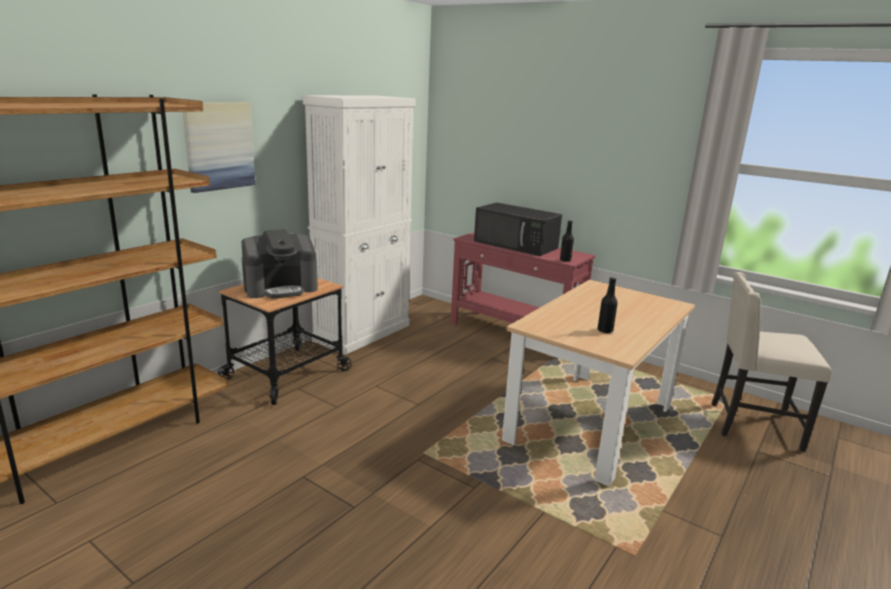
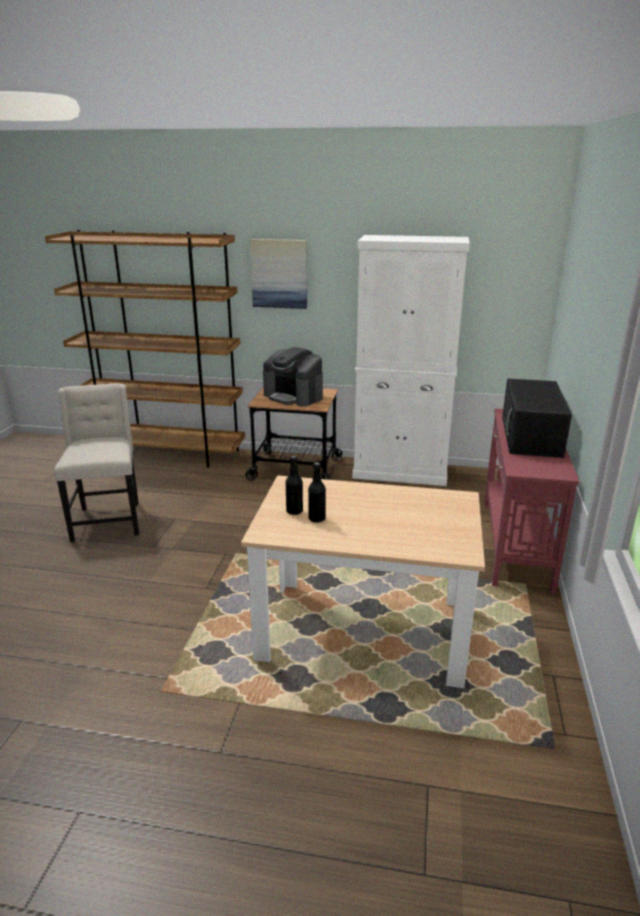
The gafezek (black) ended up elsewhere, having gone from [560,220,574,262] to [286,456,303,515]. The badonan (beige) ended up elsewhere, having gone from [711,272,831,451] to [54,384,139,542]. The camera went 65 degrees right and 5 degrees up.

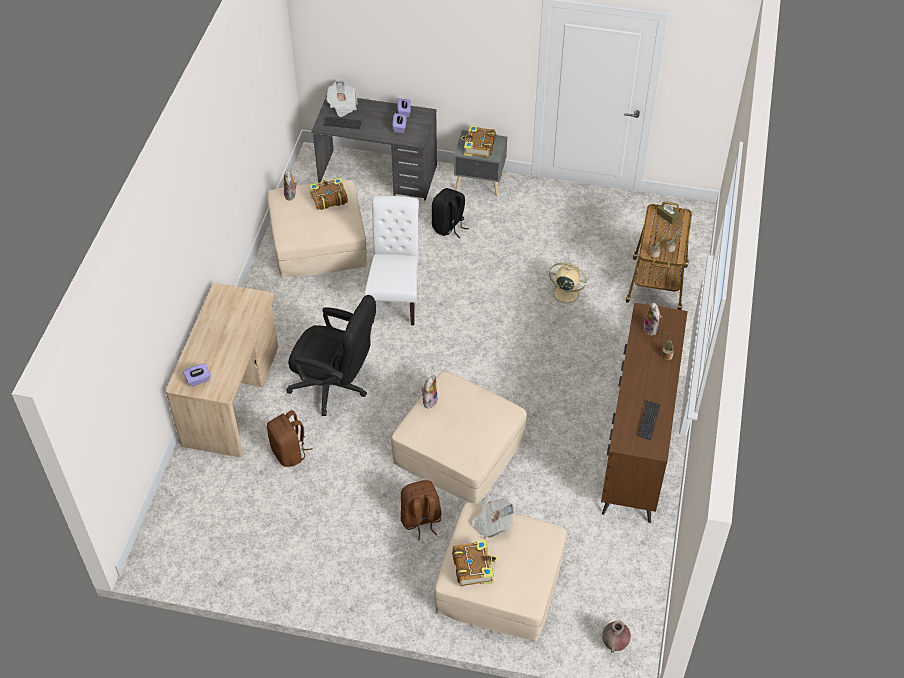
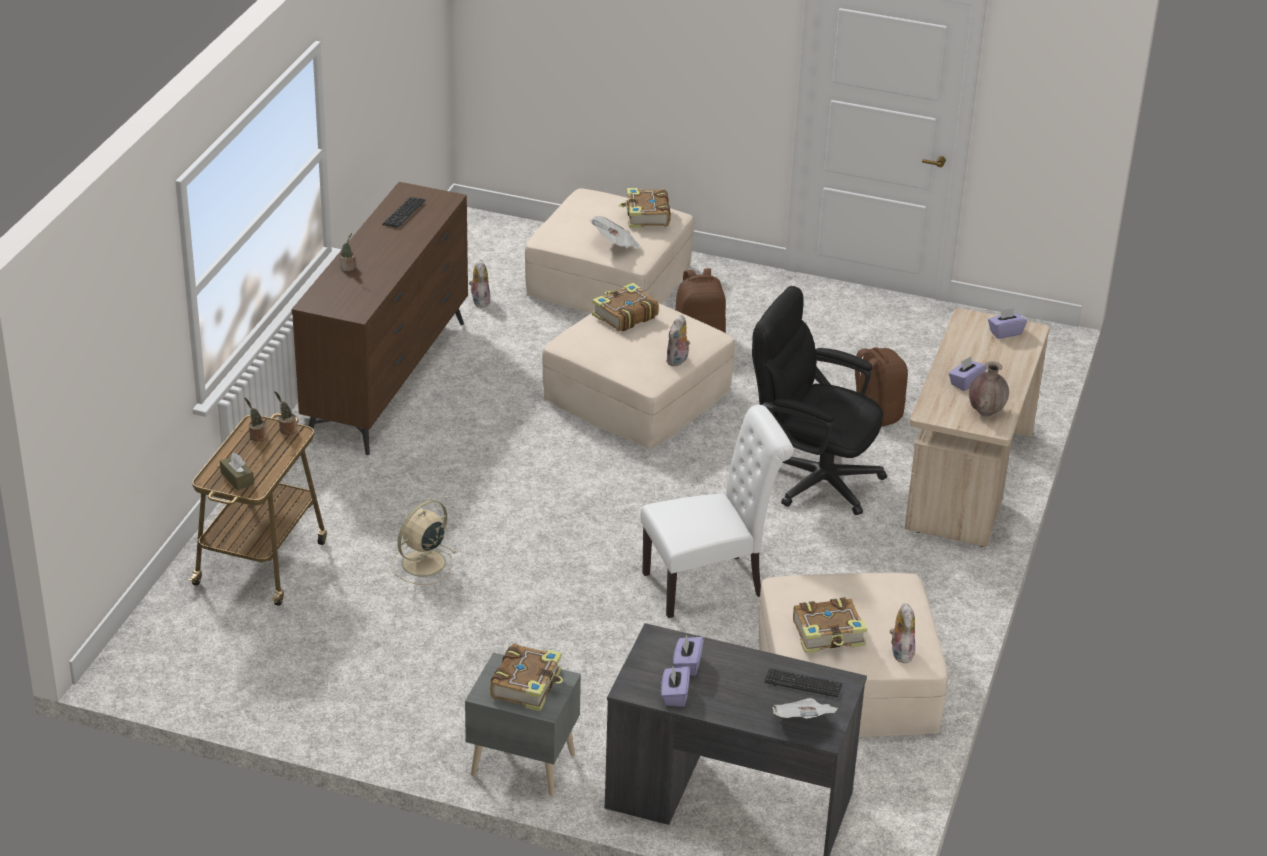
The second view lost the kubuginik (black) at [432,188,469,238]. The badonan (white) at [365,196,419,325] ended up facing another way, 120 degrees counterclockwise from before. The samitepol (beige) at [546,263,587,307] ended up facing another way, 105 degrees clockwise from before. The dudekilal ended up elsewhere, having gone from [643,302,662,336] to [469,259,491,308]. The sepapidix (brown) ended up elsewhere, having gone from [602,620,631,653] to [969,361,1009,417]. The second view gained the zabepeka at [592,283,659,332]. The second view gained the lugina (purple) at [949,357,986,391]. The camera went 175 degrees left and 15 degrees down.

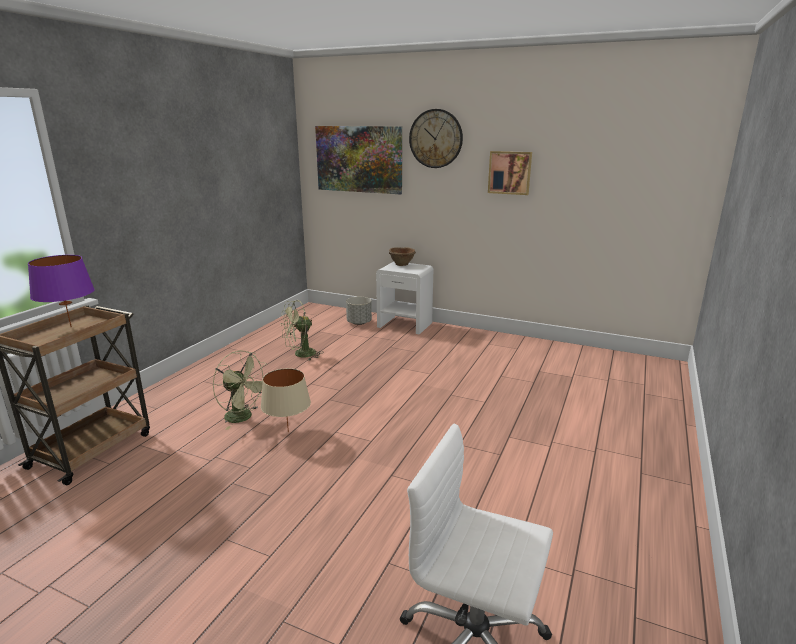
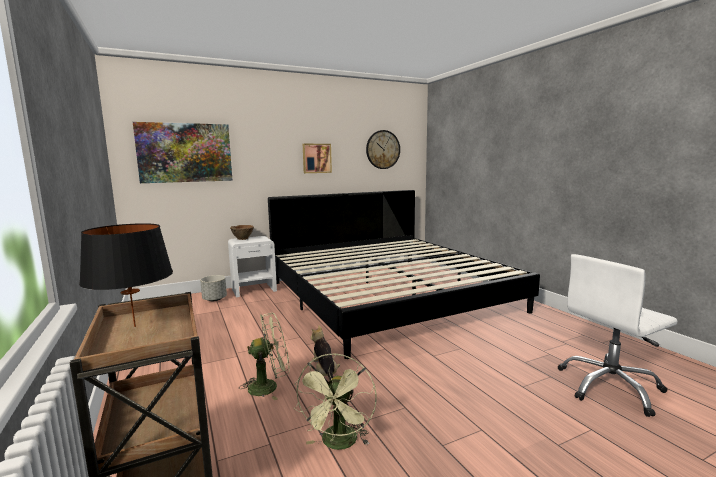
The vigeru ended up elsewhere, having gone from [409,109,463,168] to [366,130,400,169]. What was the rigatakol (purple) at [28,255,95,327] turned into the rigatakol (black) at [79,223,173,327]. The samitepol (green) ended up elsewhere, having gone from [281,300,323,361] to [294,353,377,450]. Where the rigatakol (beige) stood at [261,368,311,432], the dudekilal came to stand at [310,325,340,381]. The second view gained the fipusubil at [268,190,540,359]. The camera went 50 degrees left and 10 degrees down.

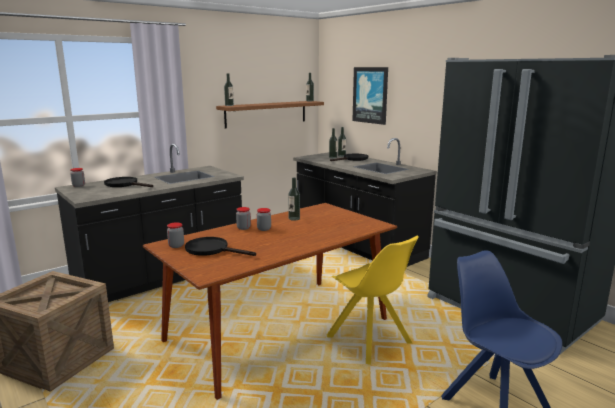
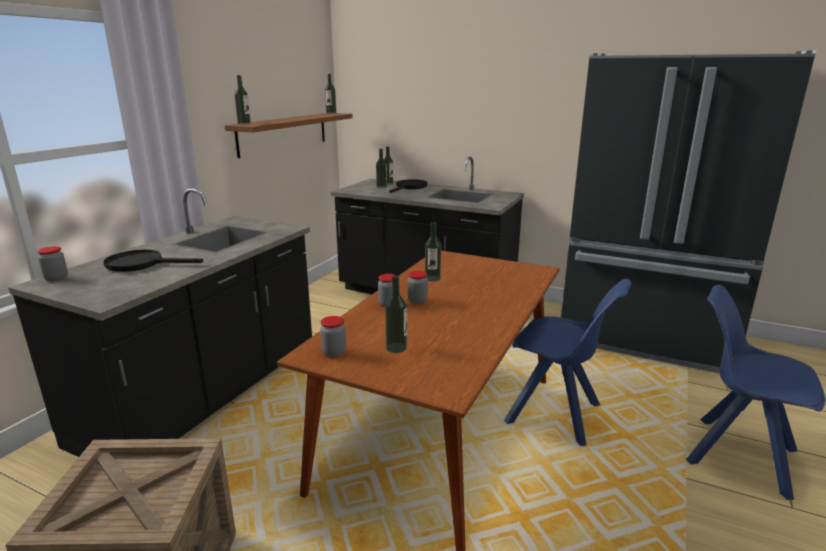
The second view lost the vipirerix at [352,67,388,125]. What was the badonan (yellow) at [327,236,419,365] turned into the badonan (blue) at [504,279,631,446]. Where the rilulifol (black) stood at [185,237,256,256], the gafezek came to stand at [385,275,407,353]. The camera went 25 degrees left and 5 degrees up.

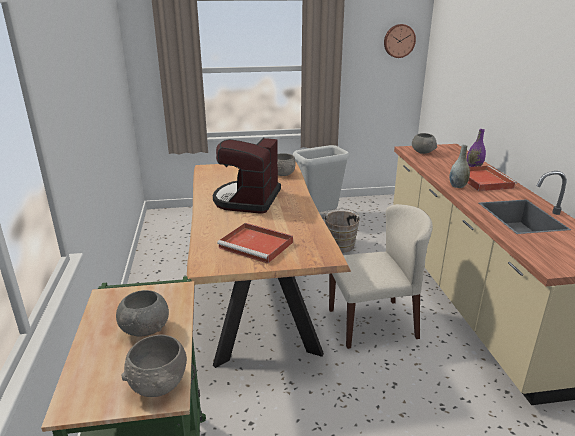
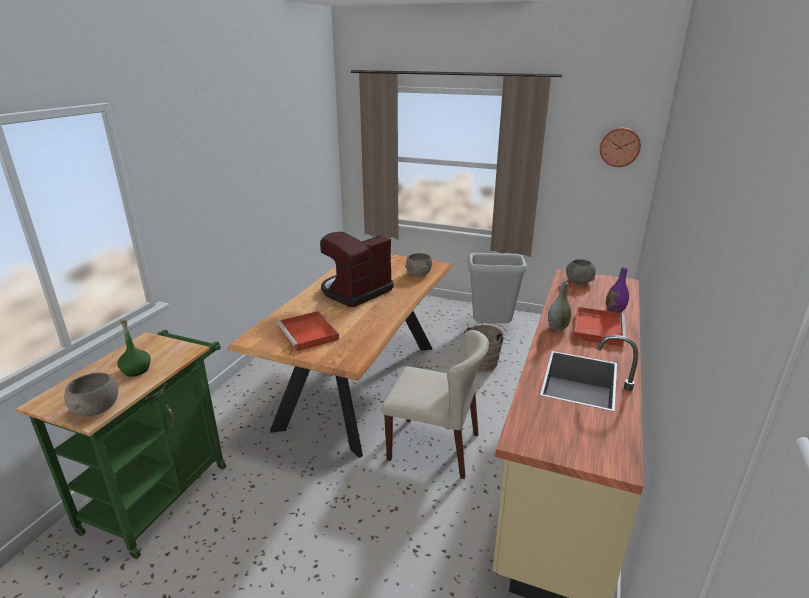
Where the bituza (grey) stood at [116,290,169,336], the gafezek (green) came to stand at [117,320,151,376]. The camera went 30 degrees right and 0 degrees up.

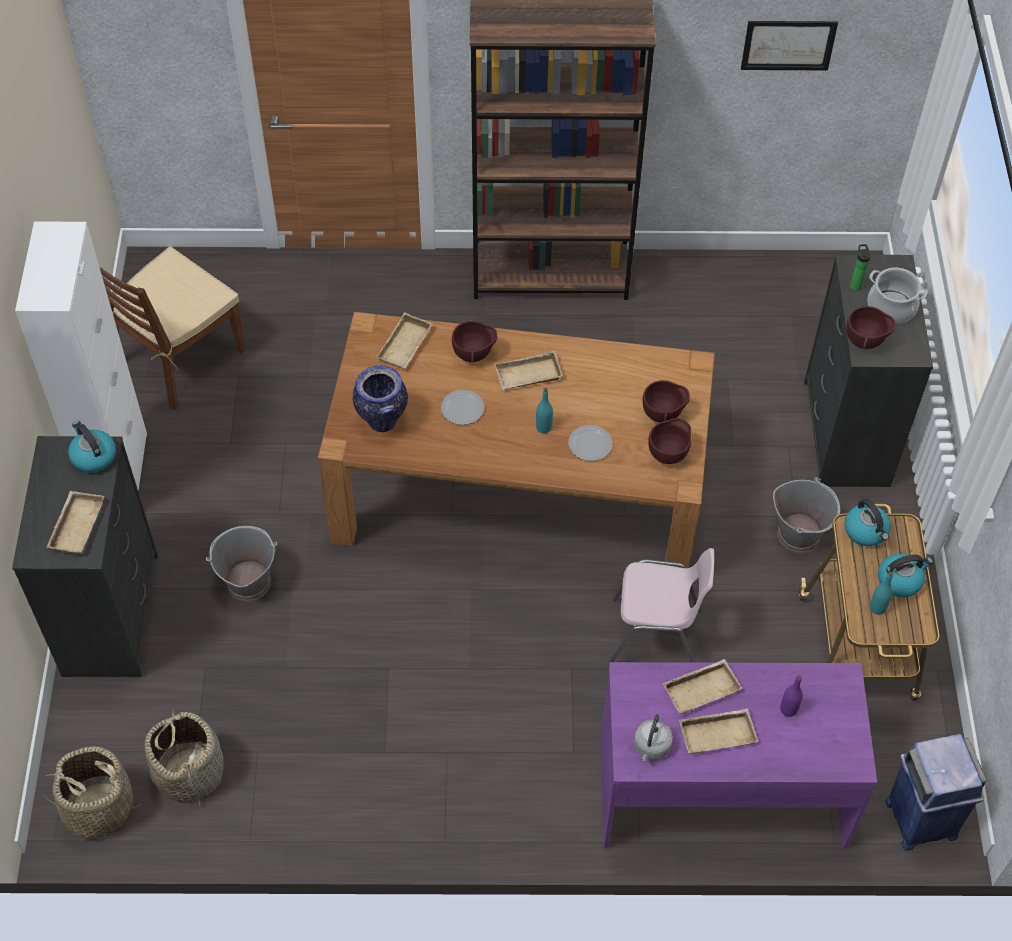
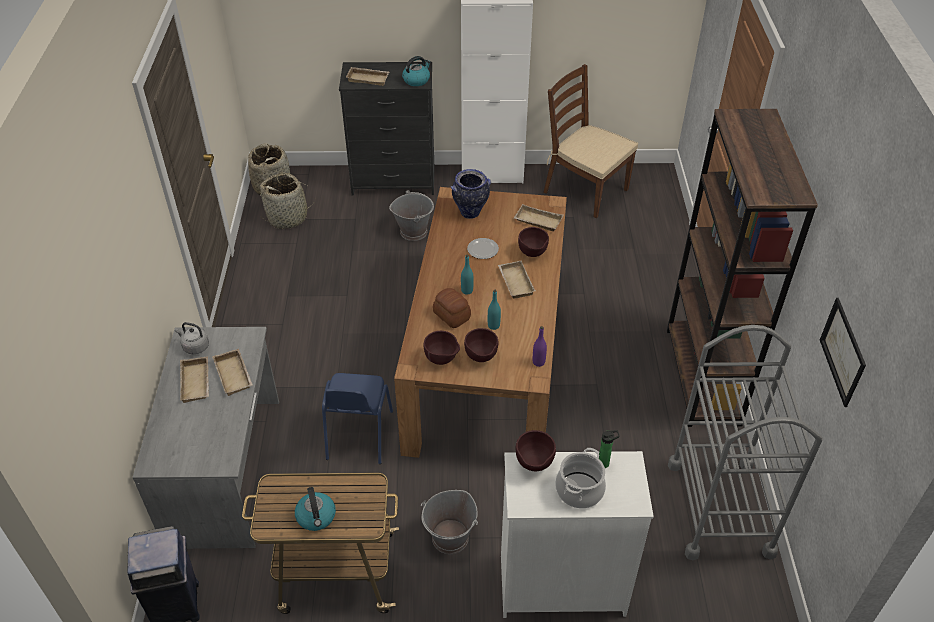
What was the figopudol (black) at [804,255,933,487] turned into the figopudol (white) at [501,451,654,618]. Where the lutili stood at [568,425,612,461], the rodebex came to stand at [433,288,471,328]. The second view lost the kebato at [844,499,891,546]. What was the badonan (pink) at [608,548,714,666] turned into the badonan (blue) at [322,373,393,464]. The gafezek (turquoise) ended up elsewhere, having gone from [870,572,893,615] to [488,290,501,330]. What was the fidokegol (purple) at [600,662,877,849] turned into the fidokegol (grey) at [133,327,279,549]. The gafezek (purple) ended up elsewhere, having gone from [780,675,803,717] to [533,326,547,367]. The second view gained the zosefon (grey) at [668,325,822,560]. The camera went 90 degrees right and 10 degrees down.

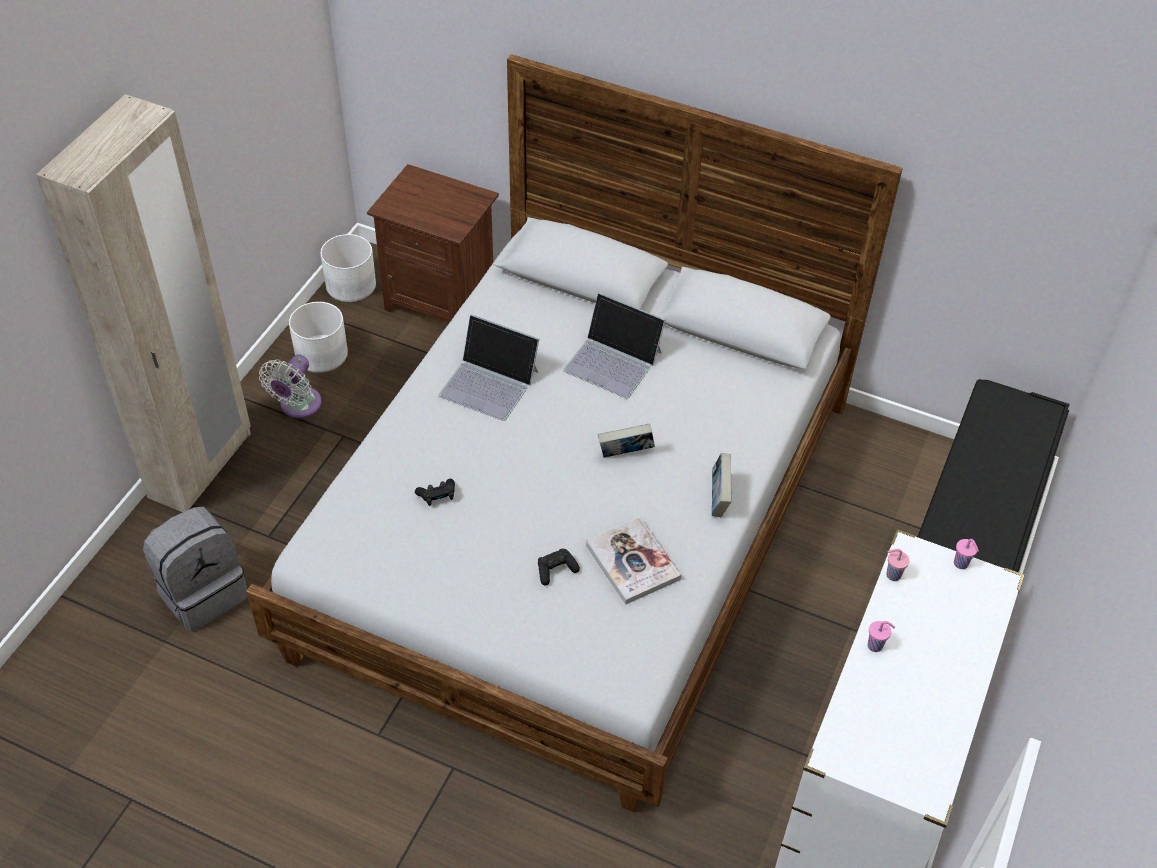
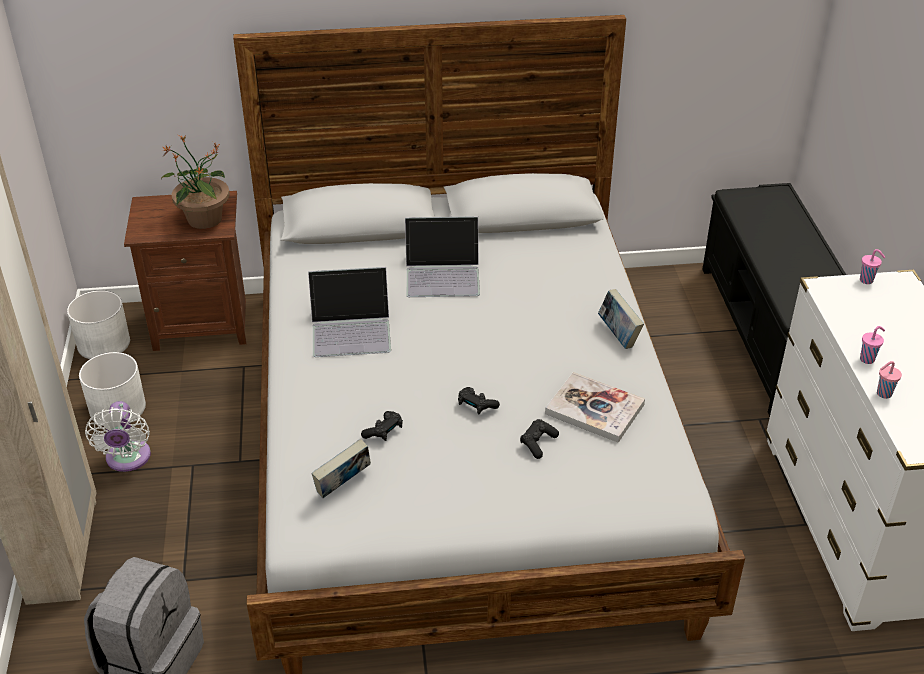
The zabepeka ended up elsewhere, having gone from [598,423,655,458] to [311,439,371,498]. The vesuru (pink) ended up elsewhere, having gone from [886,549,910,581] to [877,361,902,399]. The second view gained the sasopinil at [161,135,230,229]. The second view gained the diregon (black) at [458,387,500,415]. The camera went 30 degrees left and 10 degrees down.

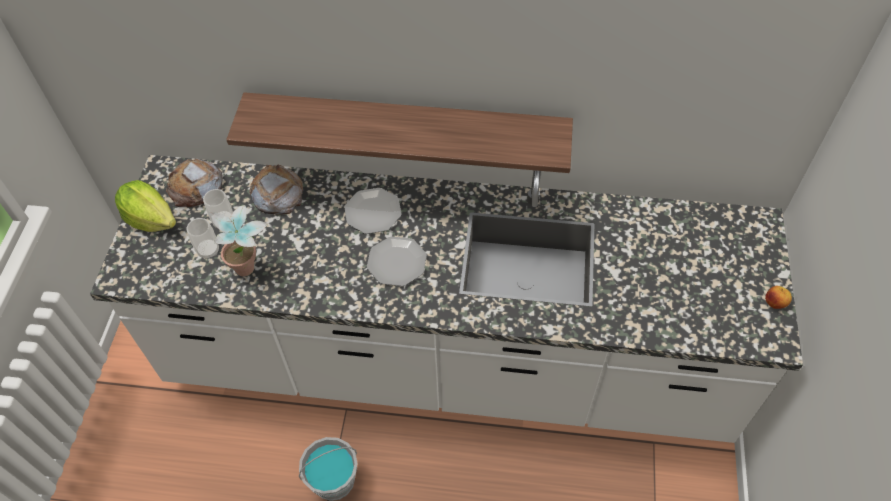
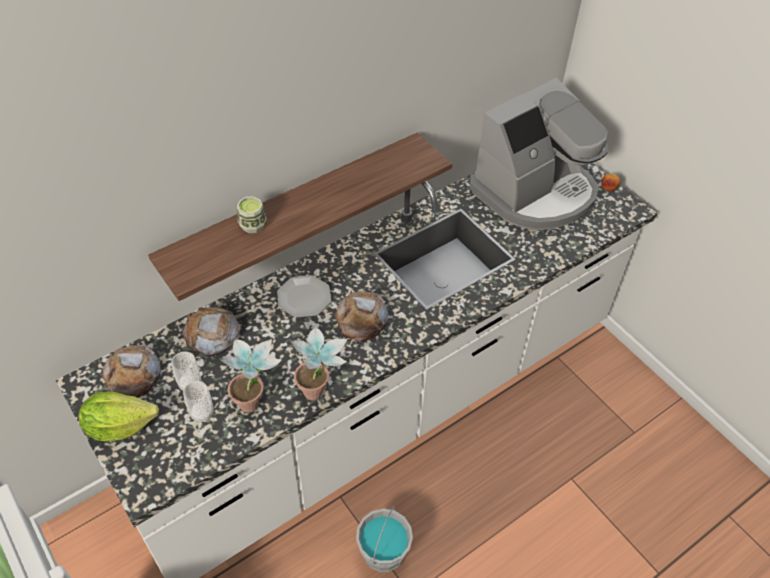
Where the lutili stood at [367,236,427,286], the rodebex came to stand at [334,291,389,342]. The second view gained the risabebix at [469,77,608,230]. The second view gained the vesuru at [237,196,267,233]. The second view gained the sasopinil at [290,327,347,400]. The camera went 45 degrees left and 5 degrees down.

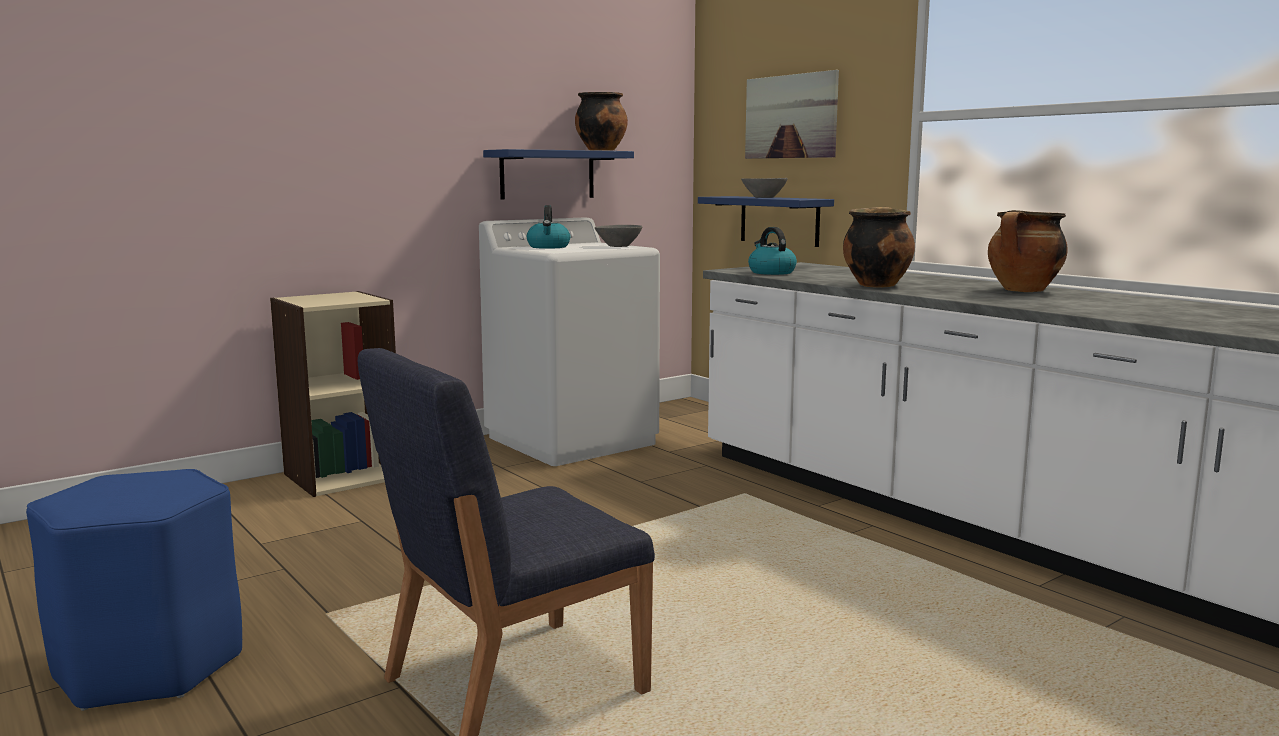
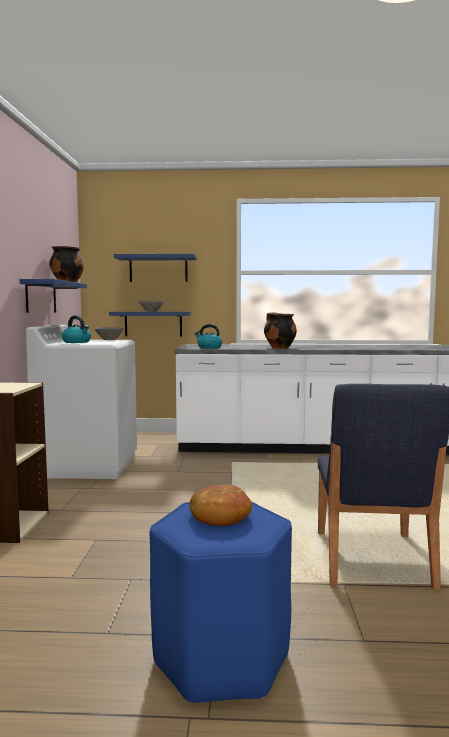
Where the vipirerix hung at [745,70,839,159], the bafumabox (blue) came to hang at [114,254,197,282]. The second view lost the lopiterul at [988,210,1067,292]. The second view gained the rodebex at [190,485,252,526]. The camera went 50 degrees left and 5 degrees down.

